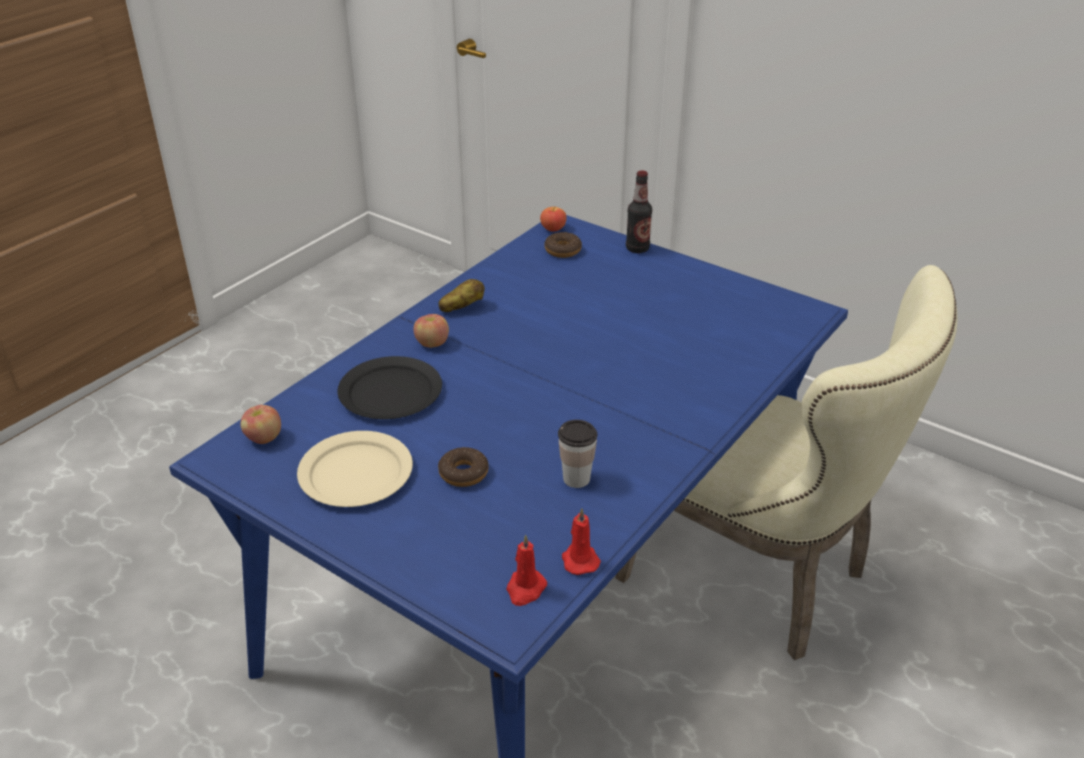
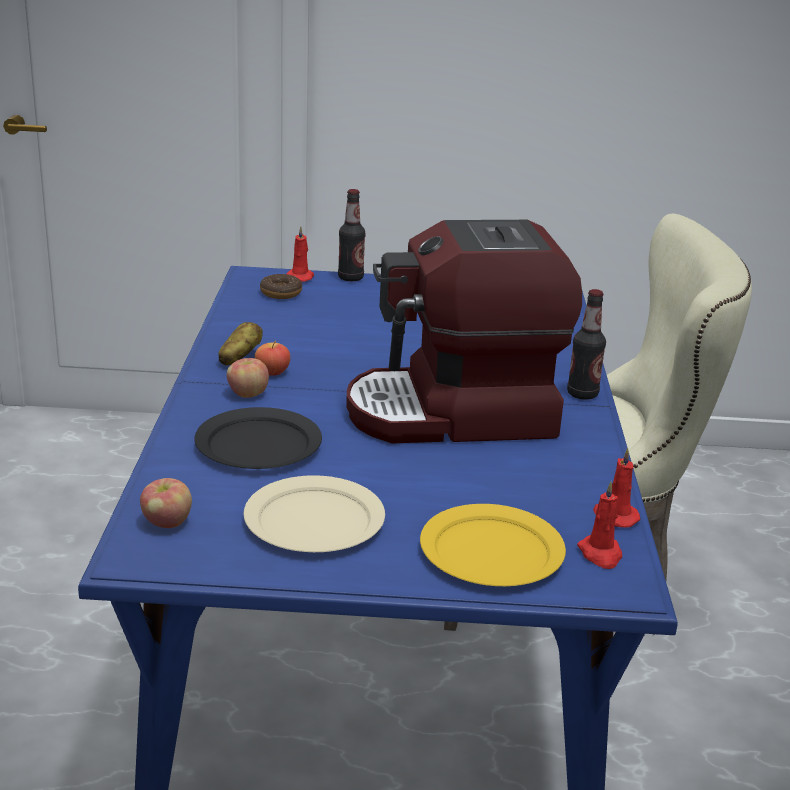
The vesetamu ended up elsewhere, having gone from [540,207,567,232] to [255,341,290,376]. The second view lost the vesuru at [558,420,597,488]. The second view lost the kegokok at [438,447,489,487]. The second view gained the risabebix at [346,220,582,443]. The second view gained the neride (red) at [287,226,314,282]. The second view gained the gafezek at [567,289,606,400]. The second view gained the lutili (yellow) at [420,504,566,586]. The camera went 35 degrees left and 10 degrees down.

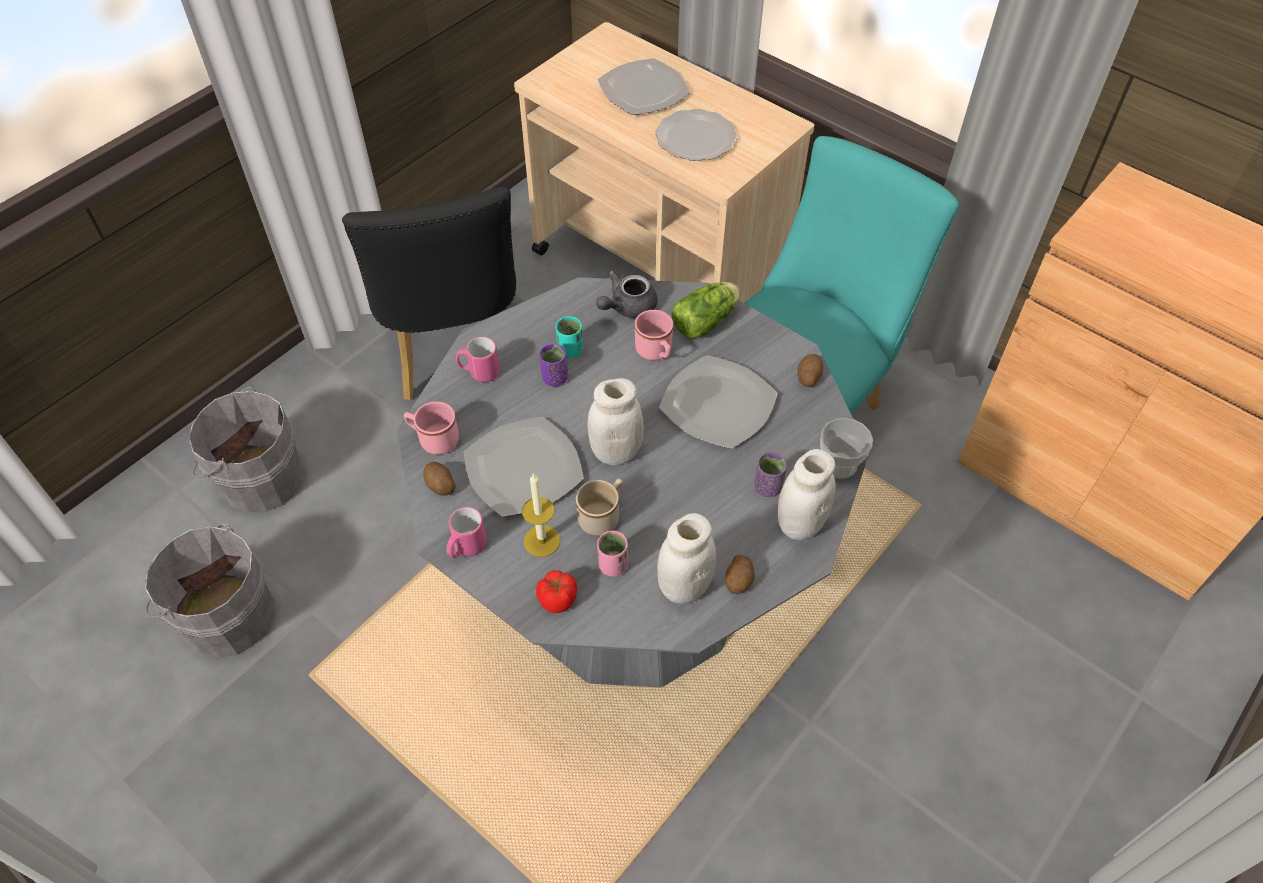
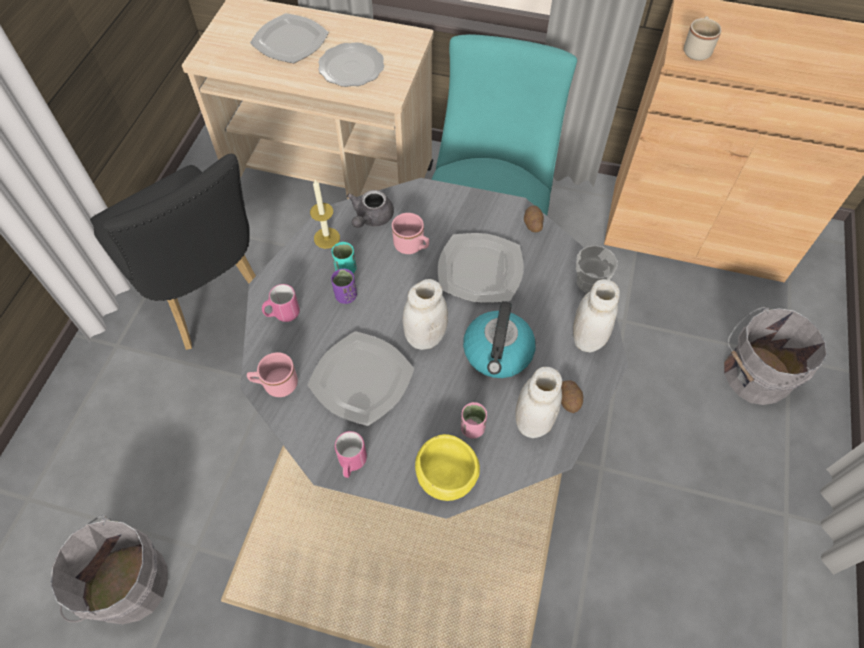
The second view lost the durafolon at [671,282,740,338]. The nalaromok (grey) ended up elsewhere, having gone from [189,386,303,512] to [724,307,827,405]. The second view lost the vesuru (purple) at [755,452,787,497]. The second view lost the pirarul at [423,462,456,496]. The neride ended up elsewhere, having gone from [522,473,560,557] to [310,180,340,249]. The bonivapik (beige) ended up elsewhere, having gone from [576,479,623,536] to [684,16,722,61]. Where the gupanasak stood at [536,570,577,613], the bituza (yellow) came to stand at [415,434,480,501]. The second view gained the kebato at [463,301,536,378]. The camera went 25 degrees left and 5 degrees up.

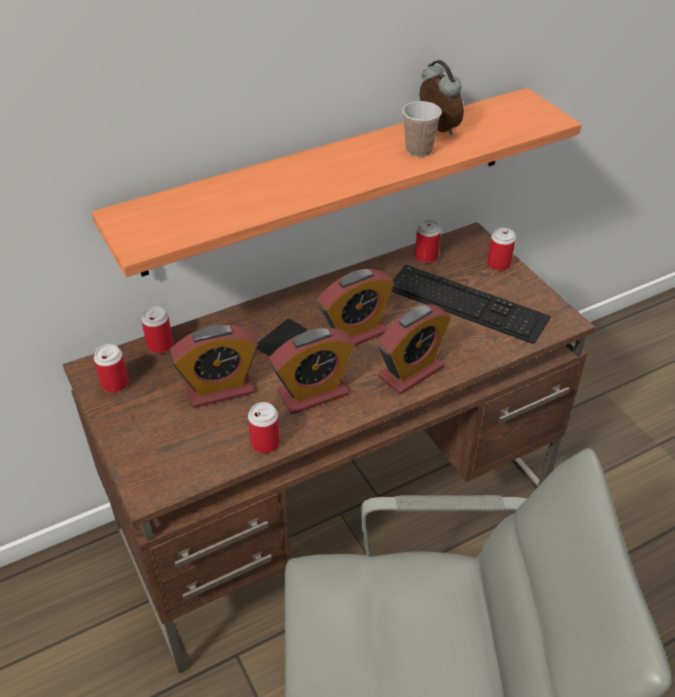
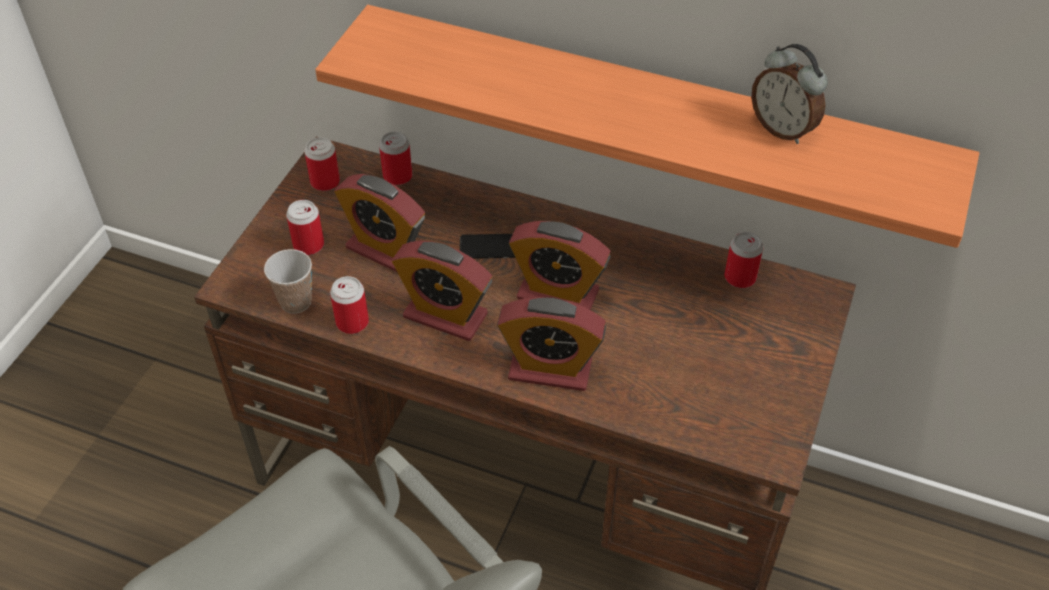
The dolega at [420,60,464,135] ended up facing another way, 120 degrees clockwise from before. The vesuru ended up elsewhere, having gone from [402,101,442,157] to [264,249,312,314]. The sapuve ended up elsewhere, having gone from [487,228,516,271] to [286,200,324,255]. The second view lost the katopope at [391,264,550,344]. The camera went 50 degrees right and 5 degrees up.

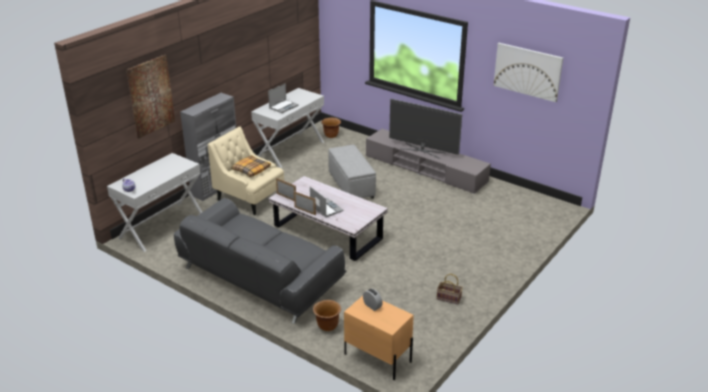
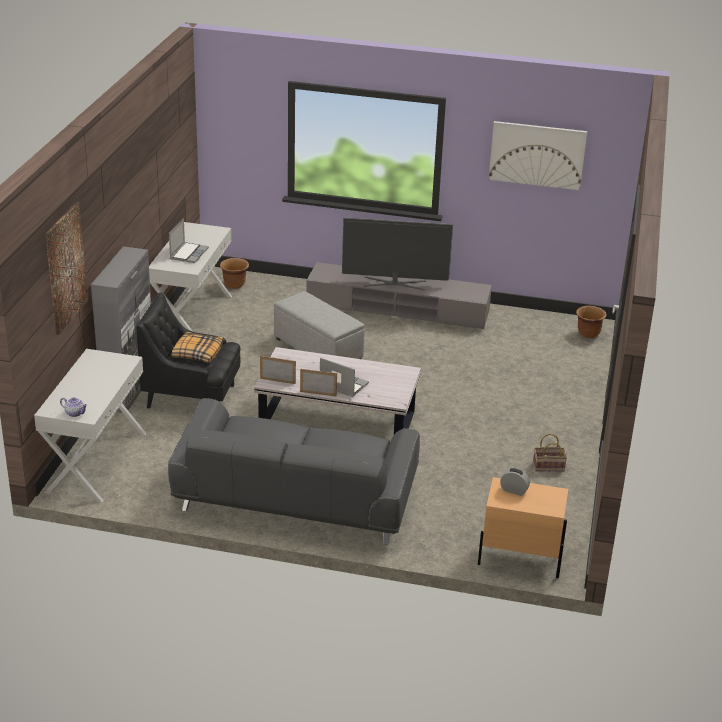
What was the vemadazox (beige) at [208,126,284,215] turned into the vemadazox (black) at [136,292,241,408]. The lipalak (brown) ended up elsewhere, having gone from [313,300,341,331] to [576,306,607,338]. The camera went 25 degrees left and 0 degrees up.

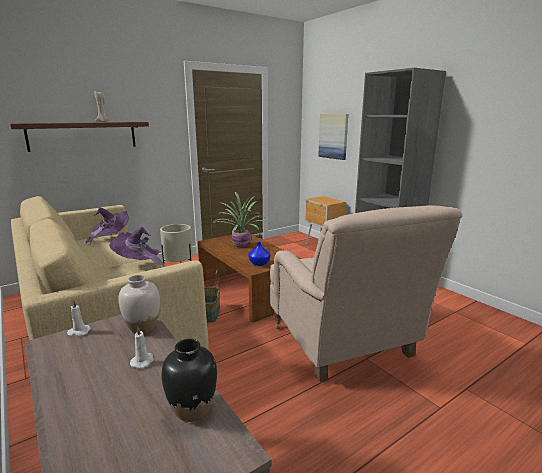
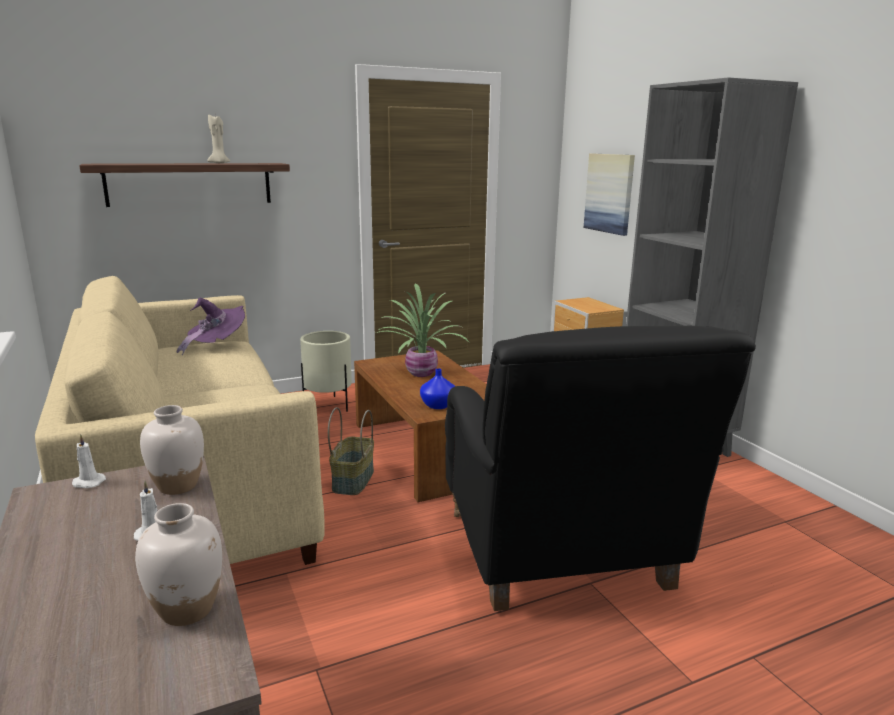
What was the vemadazox (beige) at [270,206,463,382] turned into the vemadazox (black) at [445,326,756,611]. The second view lost the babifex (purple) at [109,227,165,267]. What was the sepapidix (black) at [161,339,217,422] turned into the sepapidix (white) at [135,503,222,626]. The camera went 10 degrees right and 0 degrees up.

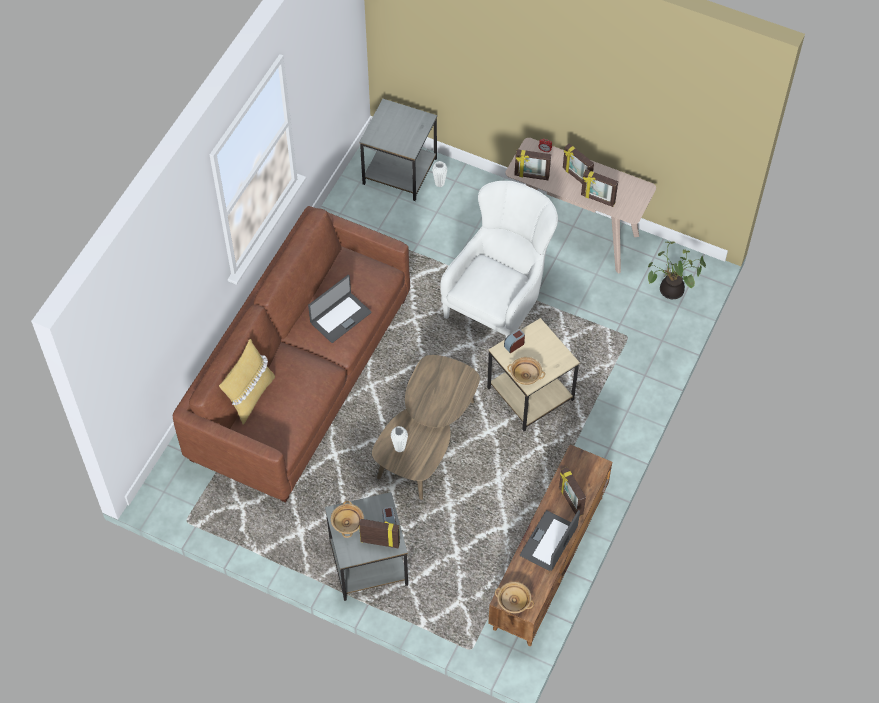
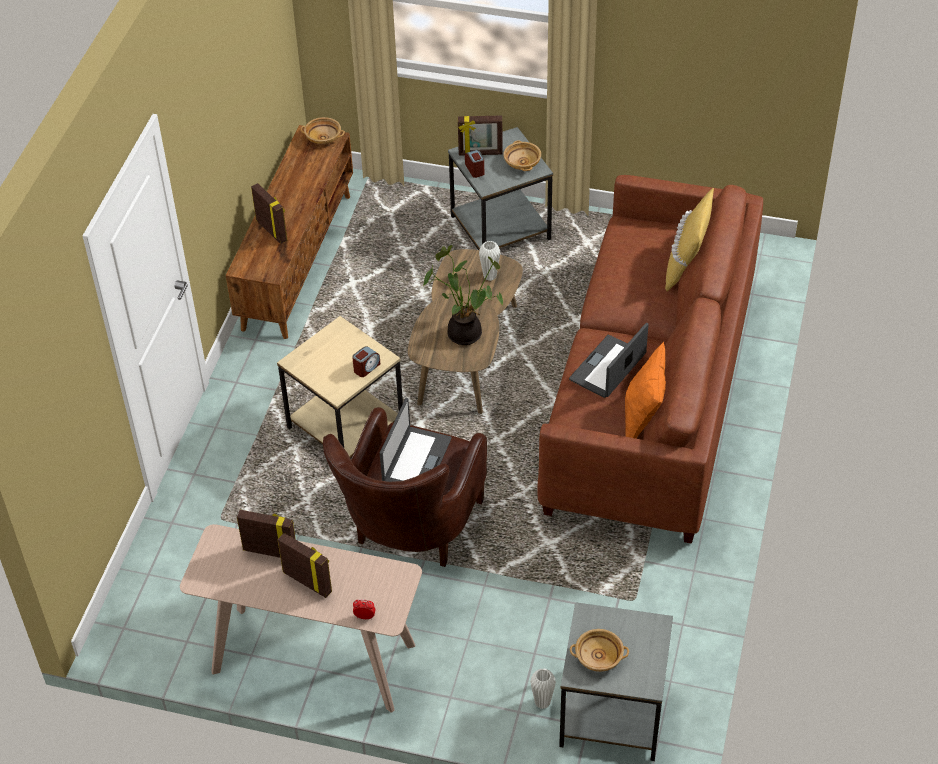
The second view lost the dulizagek at [514,149,551,180]. What was the vemadazox (white) at [440,181,558,337] turned into the vemadazox (brown) at [323,407,487,567]. The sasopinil ended up elsewhere, having gone from [648,242,706,299] to [423,245,503,345]. The bituza (beige) ended up elsewhere, having gone from [507,357,545,385] to [570,629,629,672]. The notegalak ended up elsewhere, having gone from [520,510,580,571] to [380,398,452,482]. The second view gained the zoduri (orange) at [625,342,666,439]. The camera went 170 degrees right and 10 degrees down.

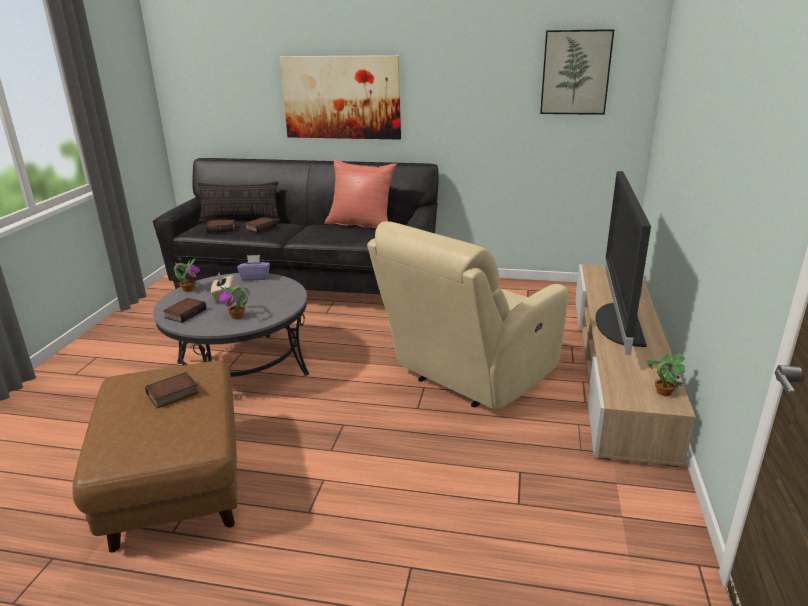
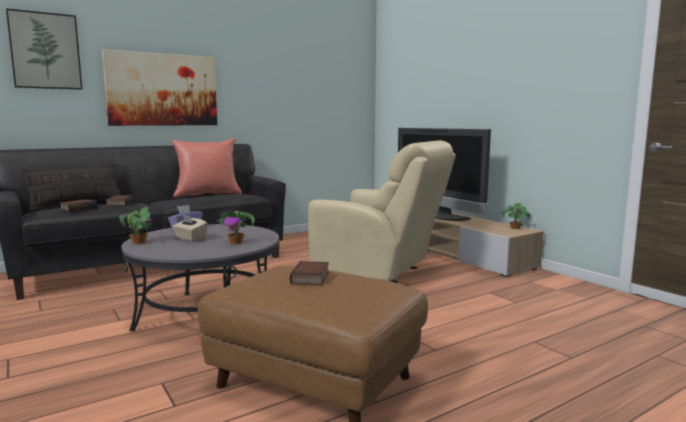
The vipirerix ended up elsewhere, having gone from [540,29,614,115] to [6,8,82,90]. The vemadazox (beige) at [367,221,568,409] ended up facing another way, 60 degrees counterclockwise from before. The second view lost the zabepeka at [163,298,206,323]. The camera went 45 degrees left and 15 degrees down.

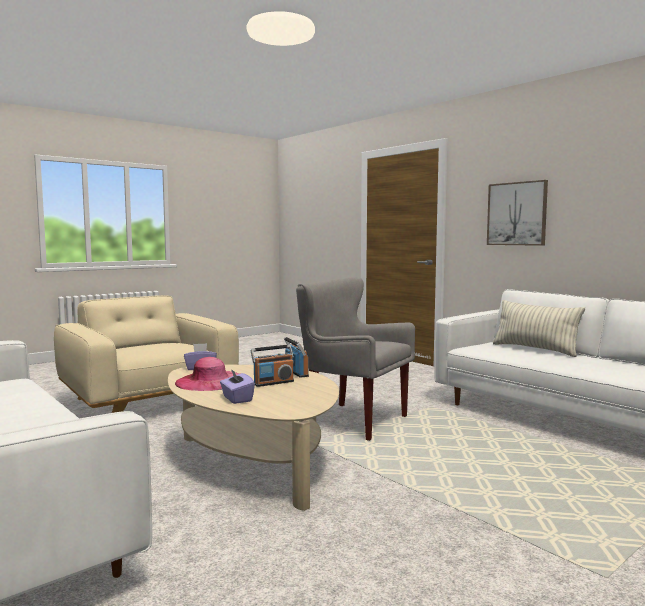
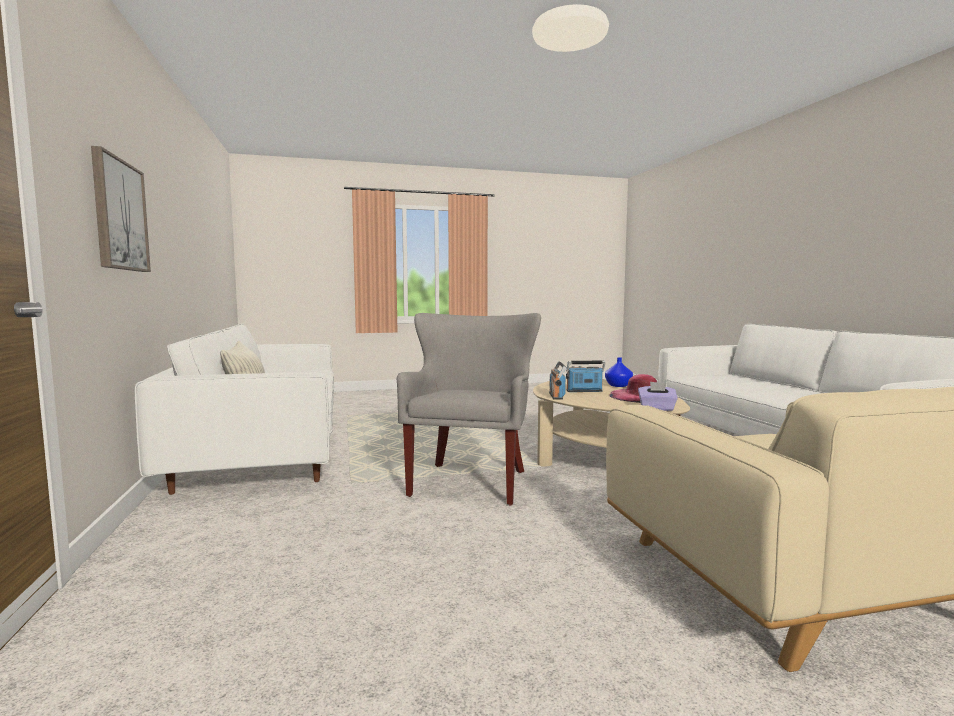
The vemadazox (grey) at [296,277,415,441] ended up facing another way, 135 degrees counterclockwise from before. Where the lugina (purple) stood at [220,369,255,404], the sepapidix (blue) came to stand at [605,357,633,387]. The camera went 155 degrees left and 0 degrees up.

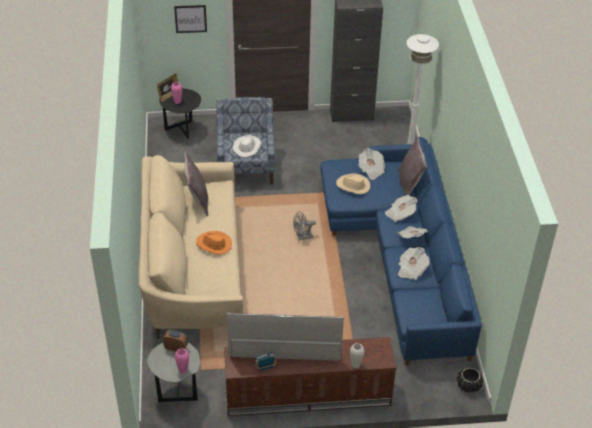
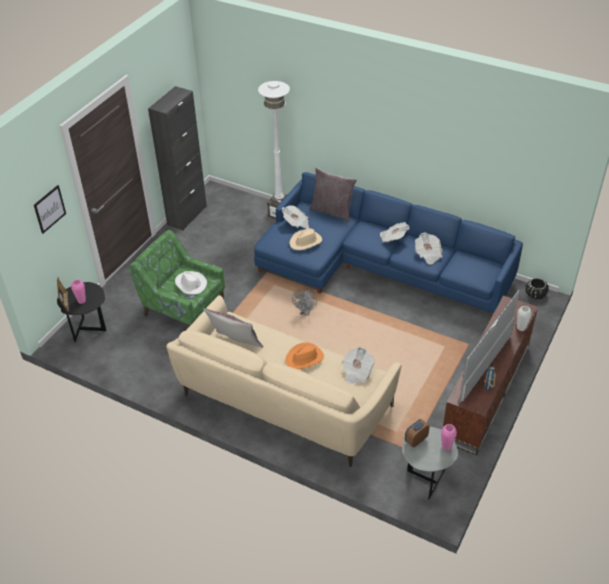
What was the vemadazox (blue) at [216,97,275,185] turned into the vemadazox (green) at [129,230,225,327]. The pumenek ended up elsewhere, having gone from [385,195,417,222] to [342,347,375,384]. The camera went 55 degrees left and 0 degrees up.

